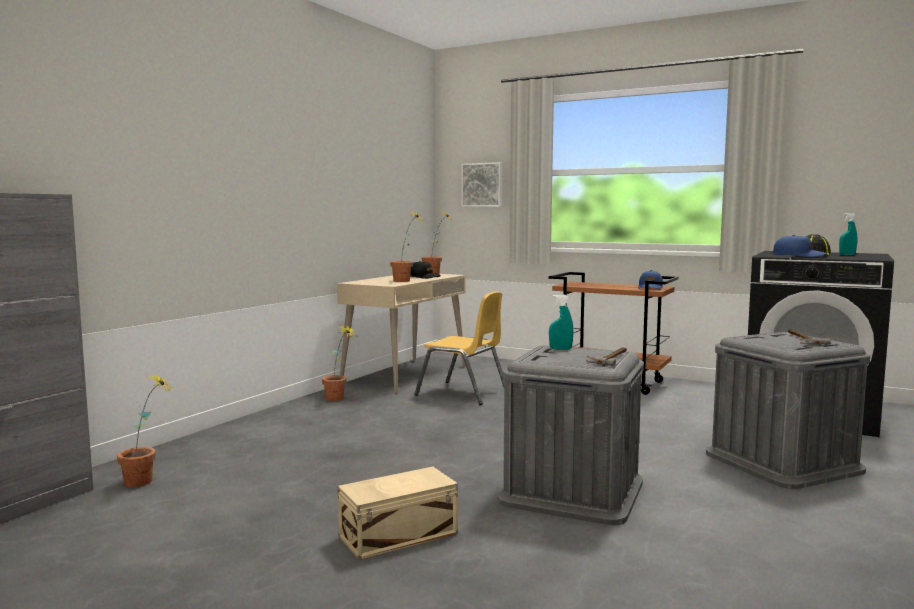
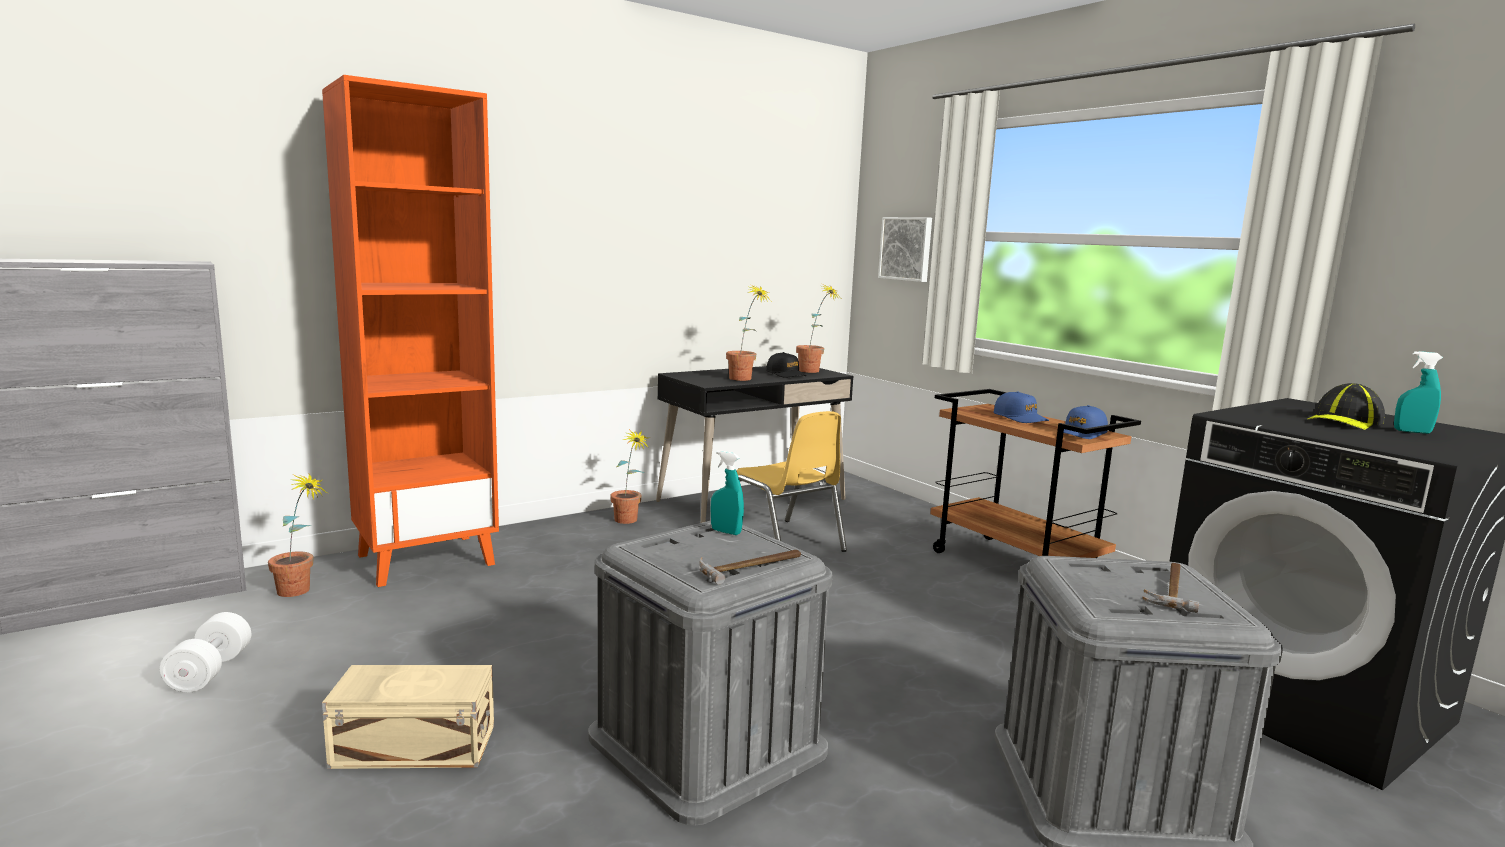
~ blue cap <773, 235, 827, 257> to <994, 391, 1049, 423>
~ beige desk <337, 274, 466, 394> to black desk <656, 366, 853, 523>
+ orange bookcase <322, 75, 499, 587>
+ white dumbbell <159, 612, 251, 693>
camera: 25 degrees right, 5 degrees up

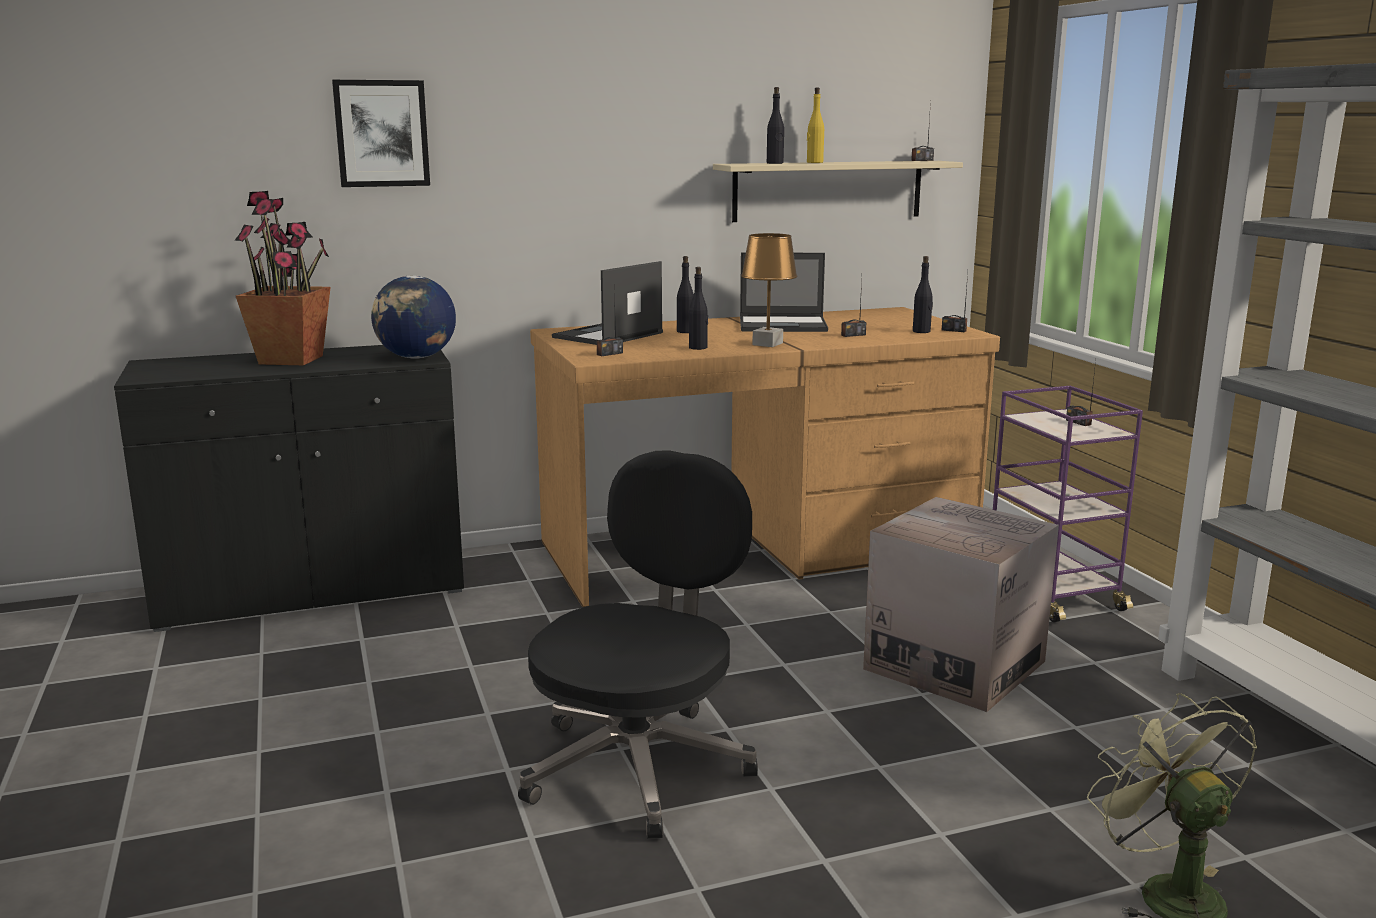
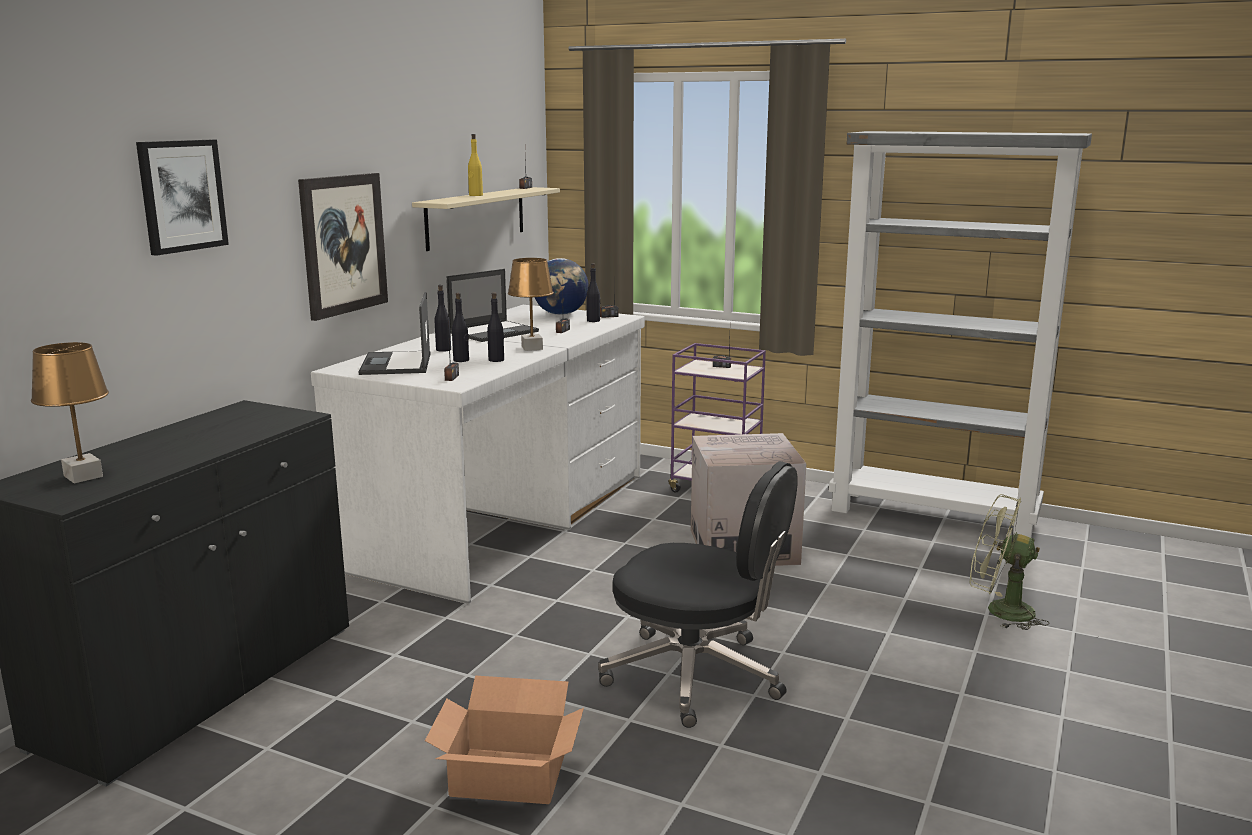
~ black bottle <767, 87, 784, 164> to <452, 293, 469, 362>
- potted plant <234, 191, 331, 365>
~ globe <371, 275, 456, 359> to <535, 258, 589, 315>
~ brown desk <530, 307, 1000, 607> to white desk <311, 305, 645, 604>
~ black office chair <518, 451, 758, 839> = <598, 461, 798, 728> 135 degrees clockwise
+ picture <298, 173, 388, 321>
+ brown table lamp <31, 342, 109, 483>
+ cardboard box <425, 675, 584, 804>
camera: 45 degrees left, 0 degrees up

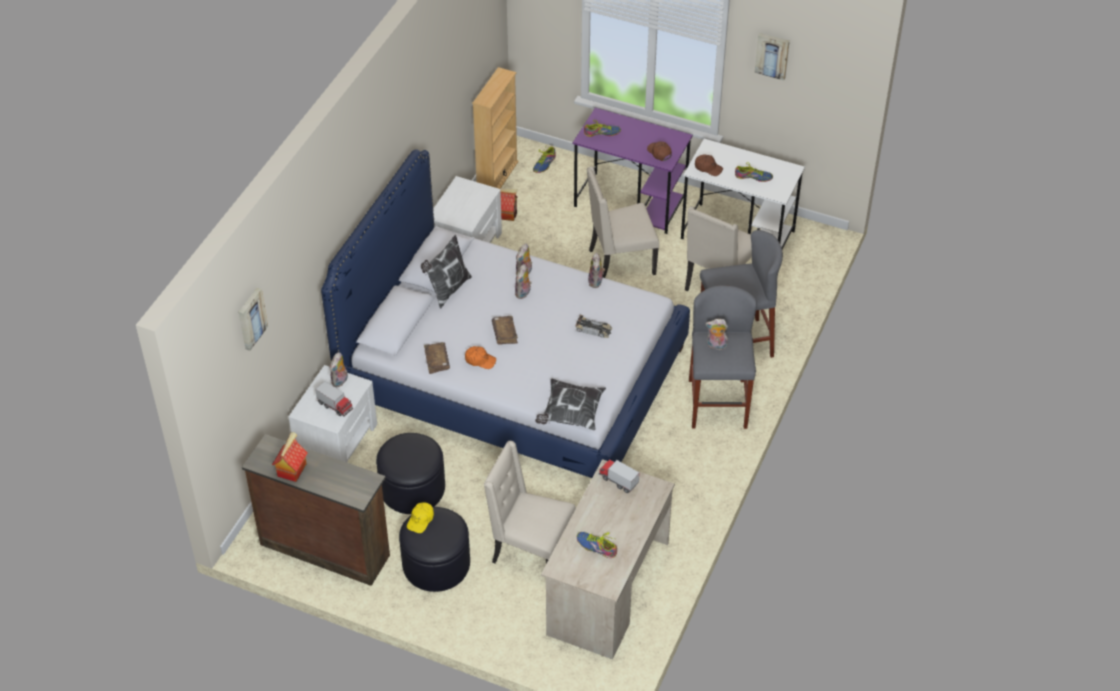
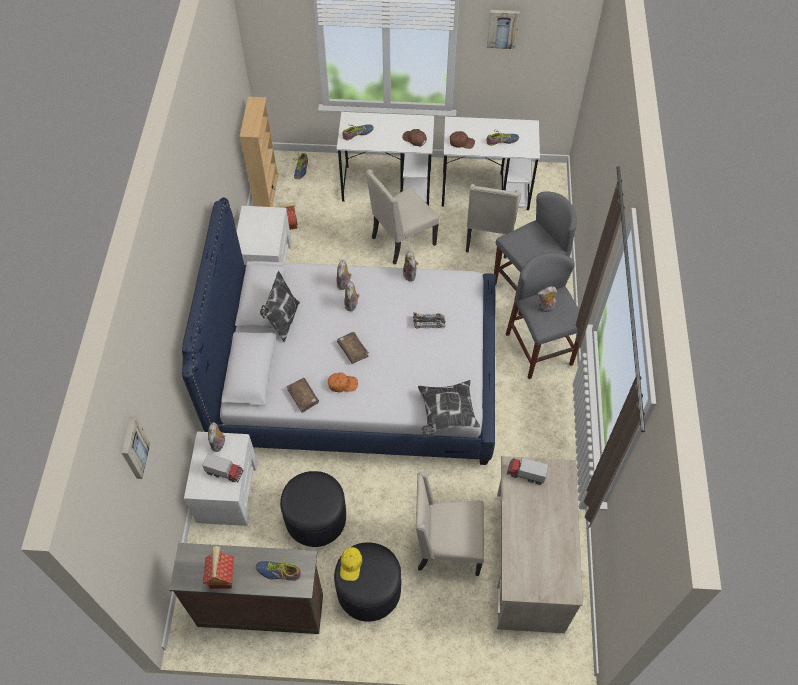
~ purple desk <573, 108, 693, 234> to white desk <336, 112, 434, 205>
~ shoe <577, 532, 617, 558> to <256, 556, 301, 581>
camera: 20 degrees left, 10 degrees up

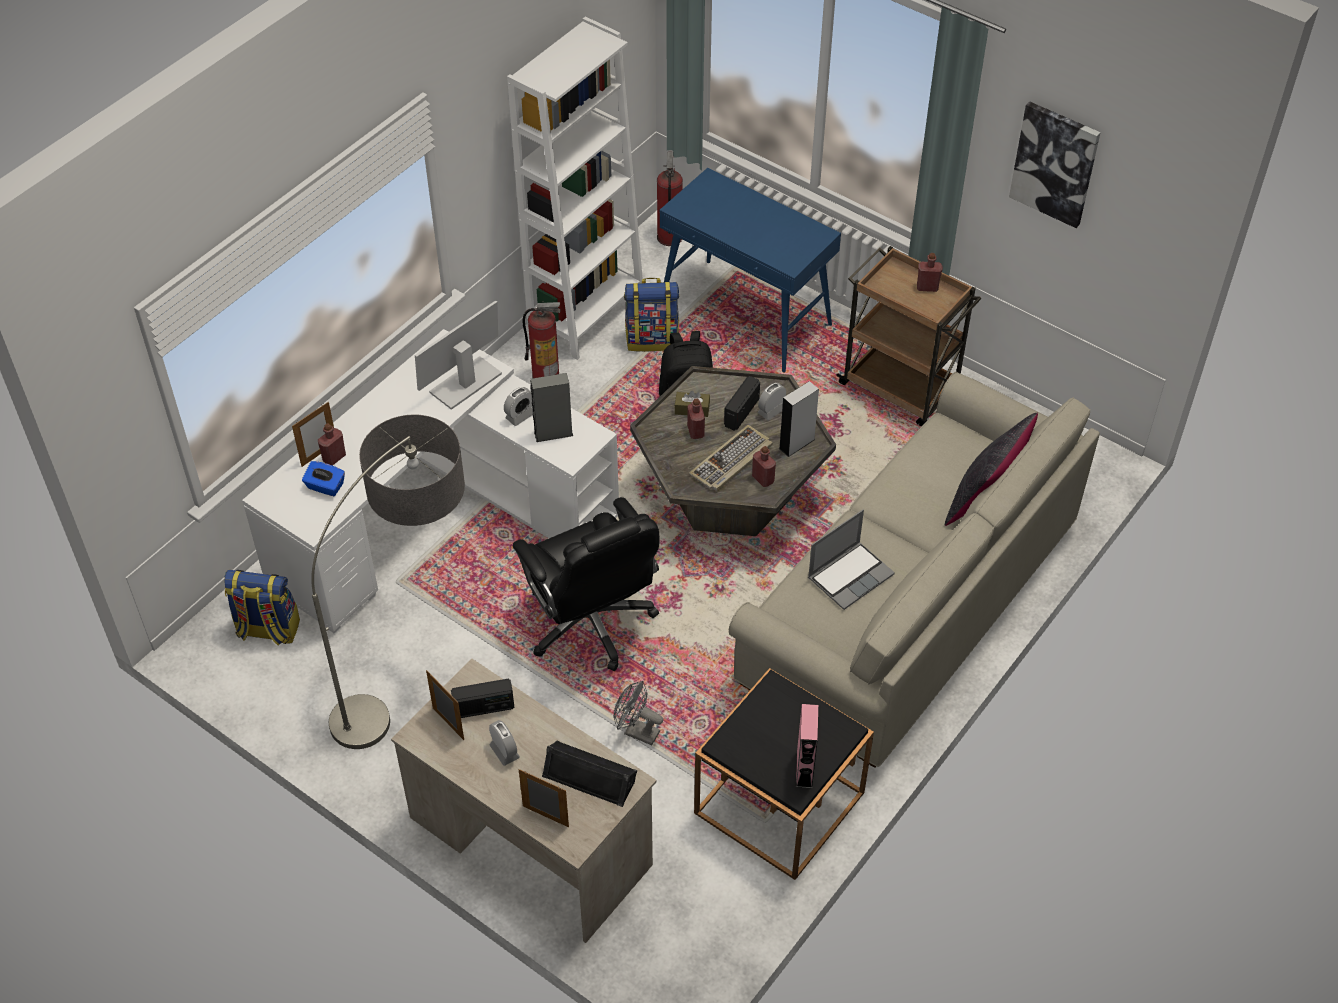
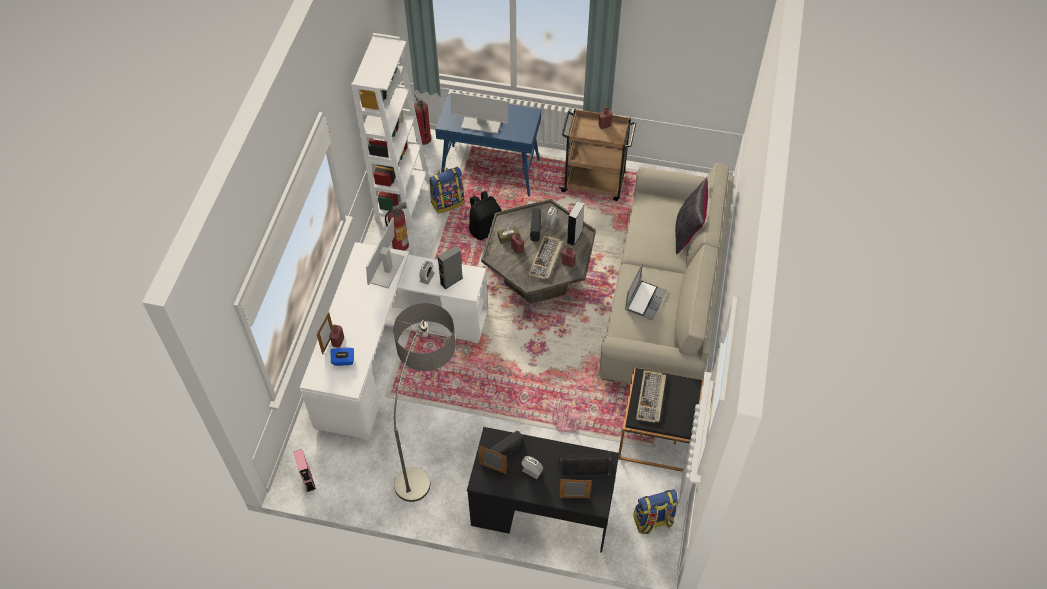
- picture <1009, 101, 1101, 228>
- black office chair <513, 497, 660, 671>
~ backpack <224, 570, 300, 645> to <633, 490, 678, 535>
~ beige desk <391, 659, 657, 943> to black desk <467, 427, 619, 553>
~ grey fan <613, 681, 663, 745> to pink fan <552, 400, 581, 432>
~ pink speaker <796, 704, 818, 788> to <294, 449, 316, 492>
+ monitor <450, 92, 508, 134>
+ keyboard <636, 370, 666, 423>
camera: 25 degrees left, 5 degrees up

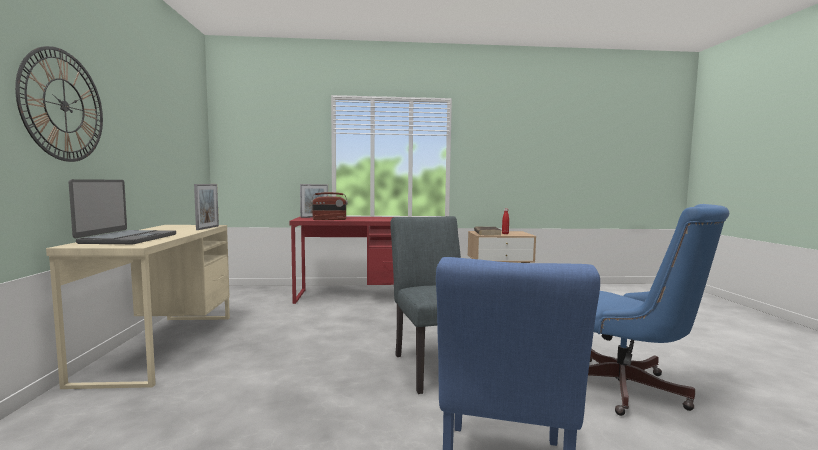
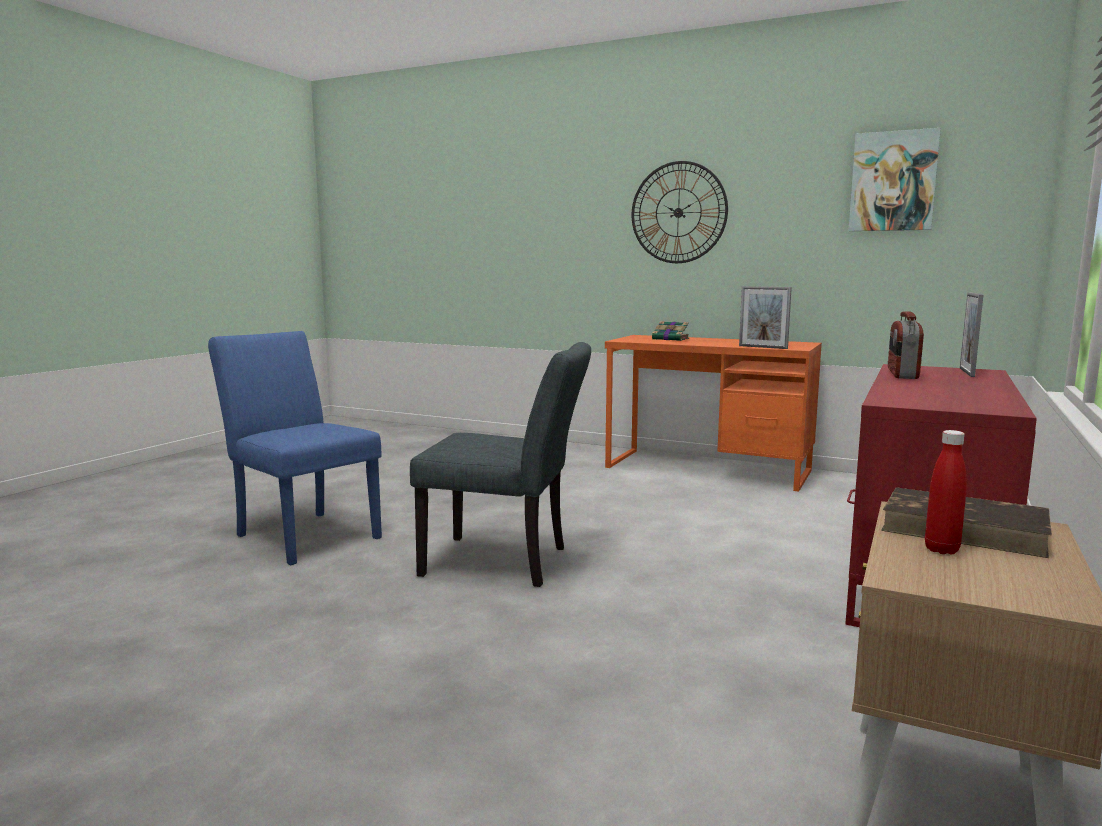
~ laptop <69, 179, 176, 244> to book <652, 321, 689, 341>
- blue office chair <588, 204, 730, 416>
~ beige desk <46, 225, 230, 389> to orange desk <605, 335, 822, 492>
+ picture <848, 128, 941, 231>
camera: 120 degrees right, 5 degrees up

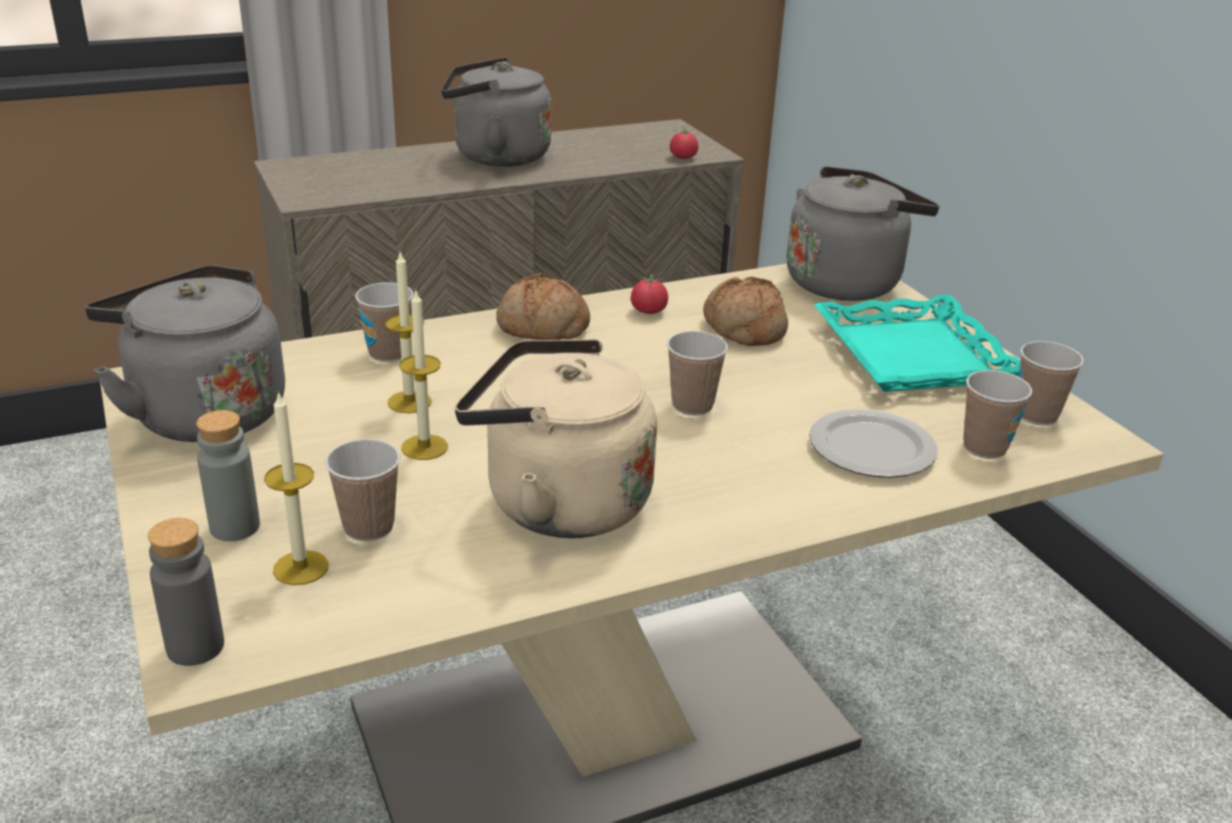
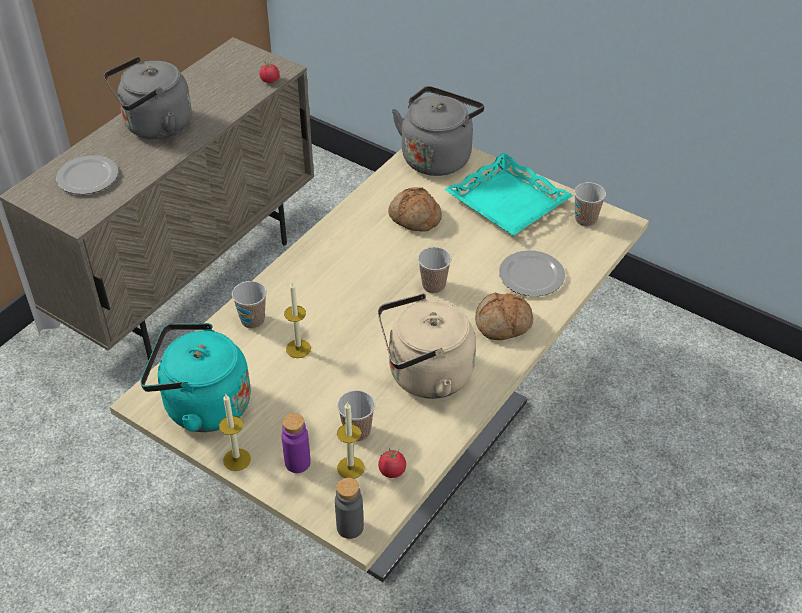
~ grey kettle <85, 265, 285, 442> to turquoise kettle <140, 323, 251, 432>
~ tomato <631, 271, 668, 314> to <378, 448, 406, 478>
~ bread <496, 273, 590, 340> to <475, 293, 533, 340>
~ candle <399, 291, 448, 460> to <219, 394, 251, 471>
- cup <963, 370, 1032, 459>
~ grey bottle <196, 410, 260, 541> to purple bottle <282, 413, 311, 473>
+ plate <56, 155, 118, 194>
camera: 30 degrees left, 15 degrees up

